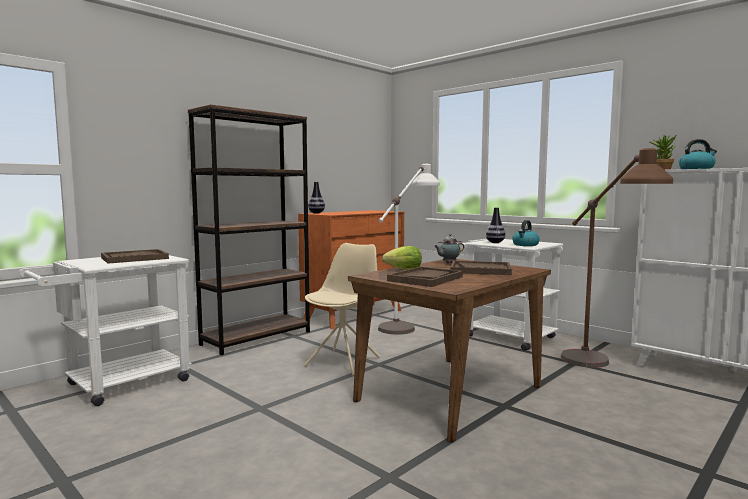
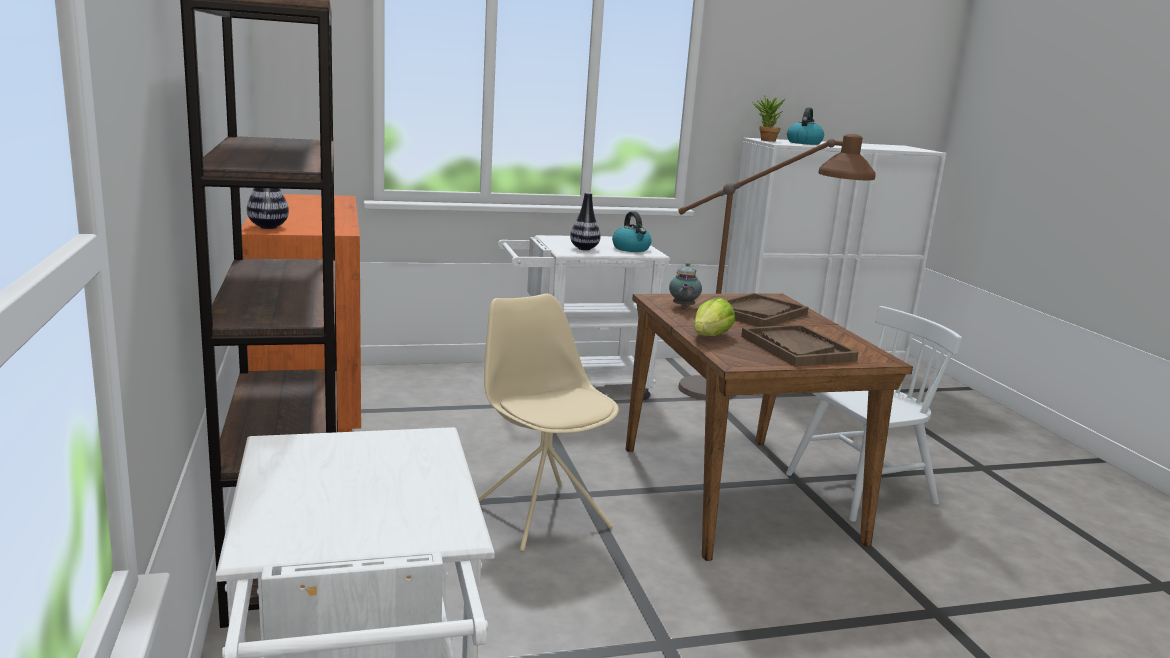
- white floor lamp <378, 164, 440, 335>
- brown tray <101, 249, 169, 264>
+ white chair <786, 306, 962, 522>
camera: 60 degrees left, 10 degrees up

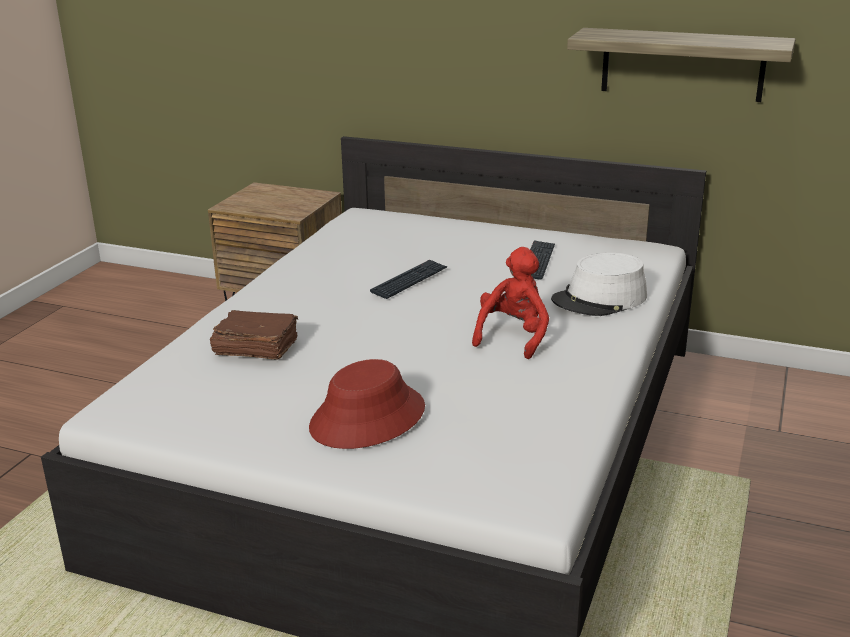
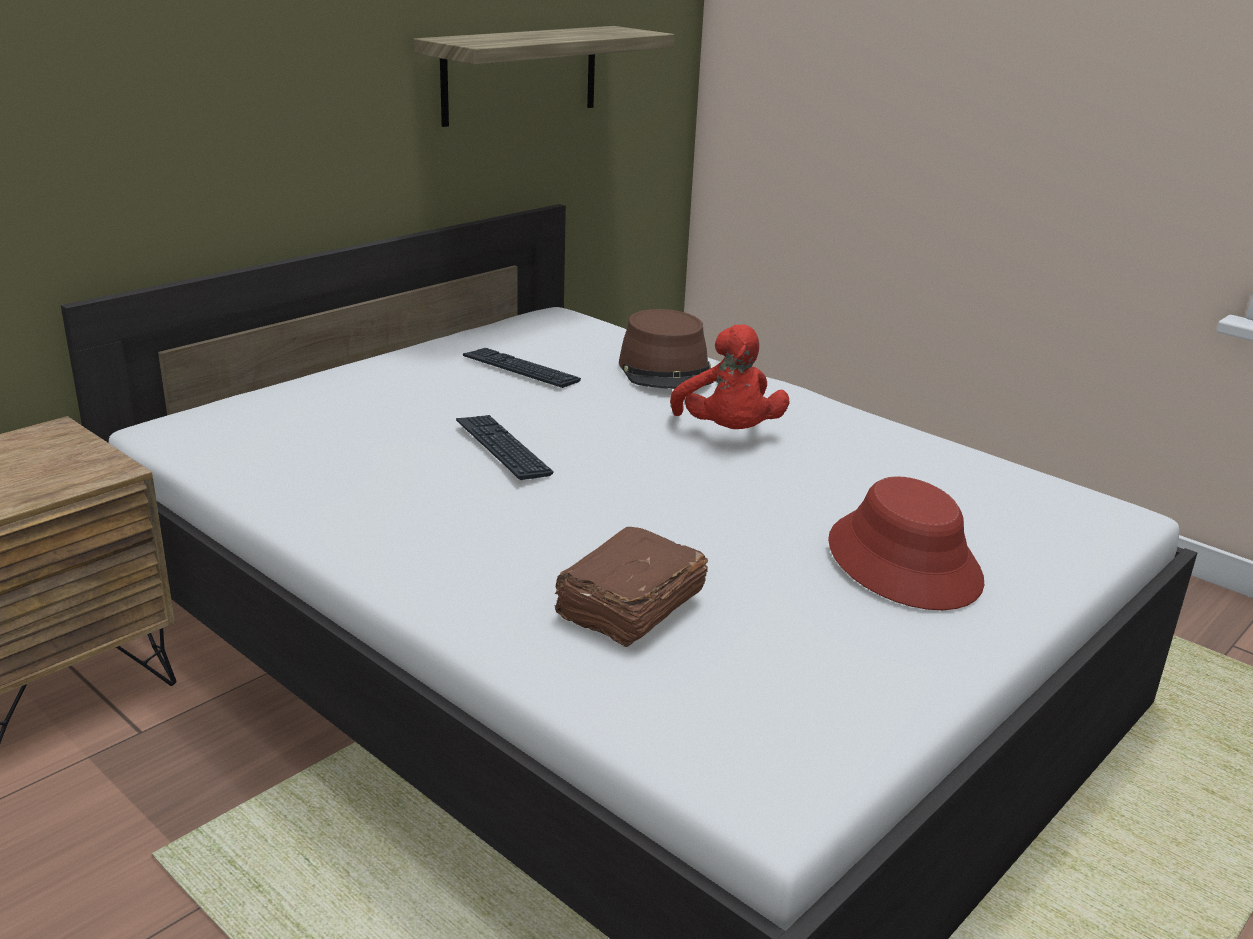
~ red plush toy <472, 247, 549, 359> = <670, 324, 790, 429> 150 degrees counterclockwise
~ white hat <551, 253, 647, 316> to brown hat <619, 309, 714, 389>
camera: 70 degrees left, 0 degrees up

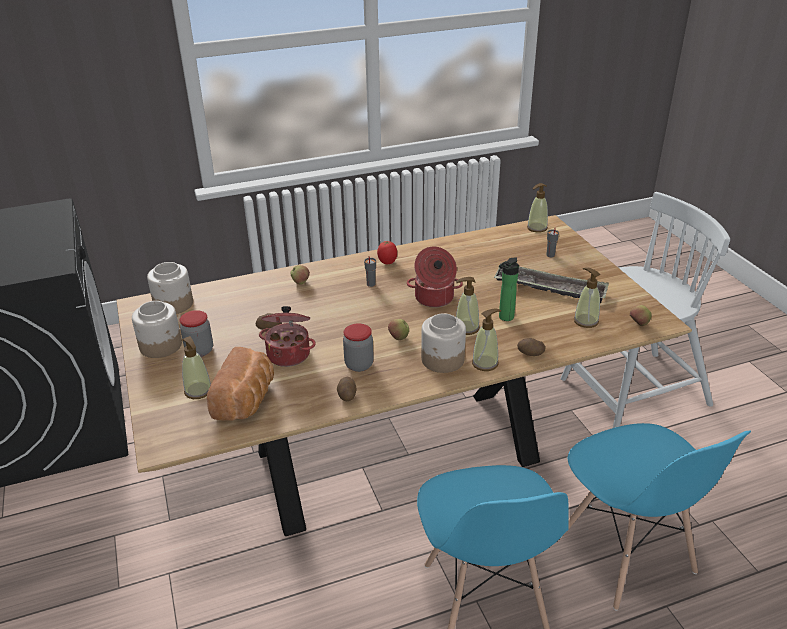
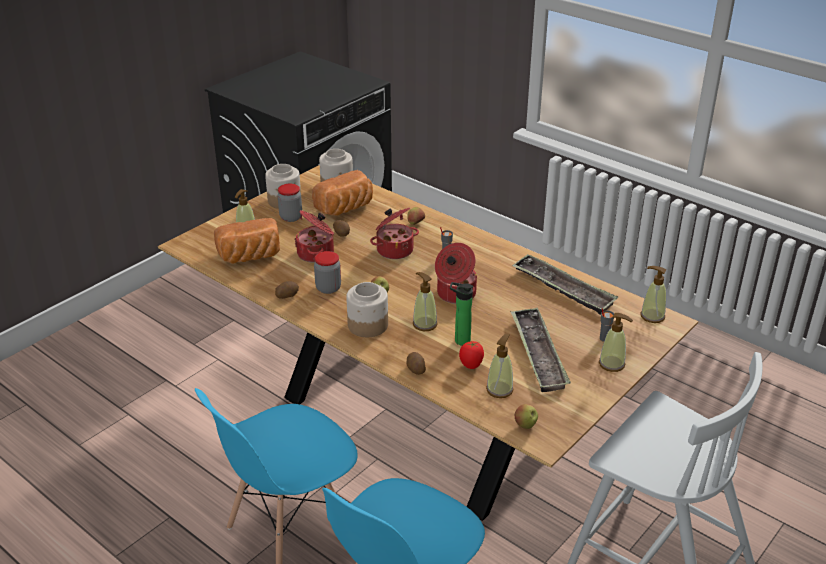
~ tomato <377, 241, 397, 264> to <459, 341, 484, 369>
~ soap dispenser <472, 308, 501, 371> to <599, 313, 633, 372>
+ bread <312, 170, 373, 216>
+ cooking pot <370, 208, 419, 259>
+ tray <512, 254, 618, 315>
camera: 60 degrees right, 0 degrees up

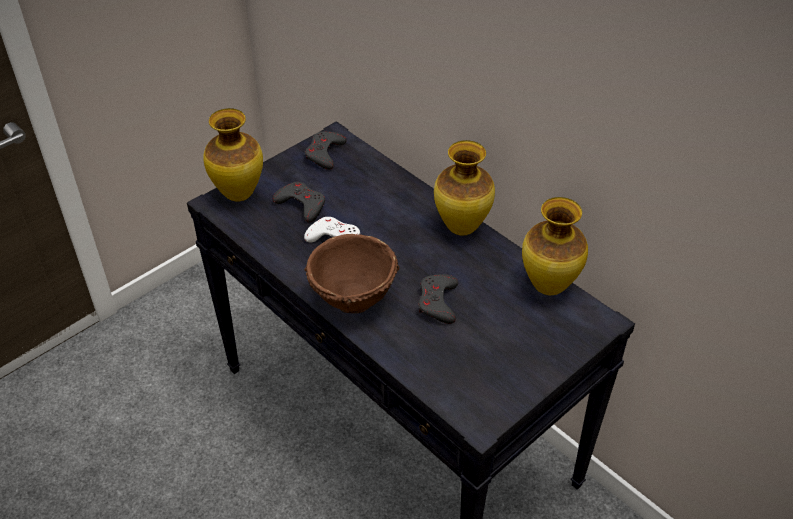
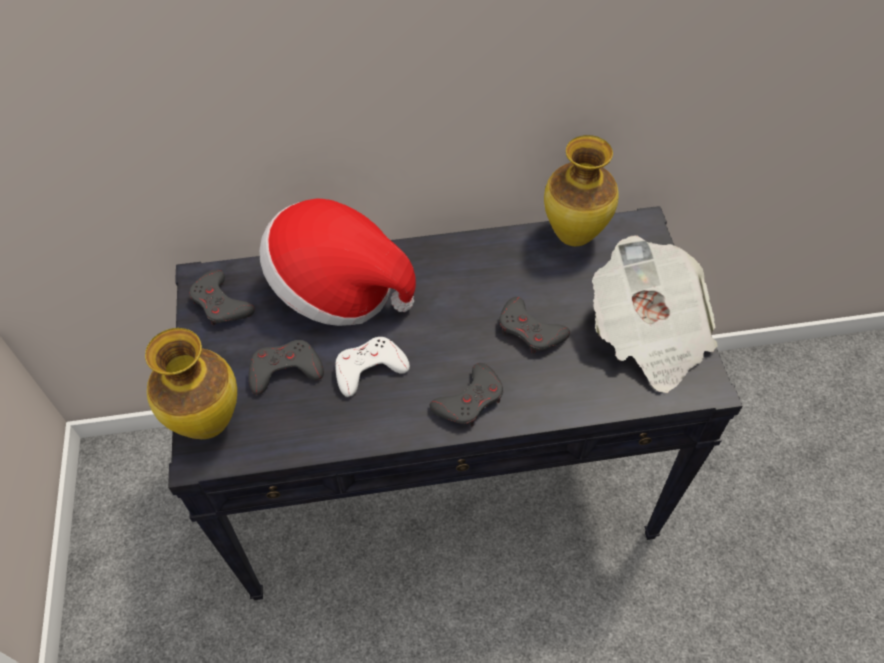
- vase <434, 140, 495, 236>
~ brown bowl <304, 234, 400, 313> to grey game controller <430, 363, 503, 427>
+ hat <259, 199, 416, 326>
+ newspaper <592, 235, 717, 393>
camera: 55 degrees left, 10 degrees up

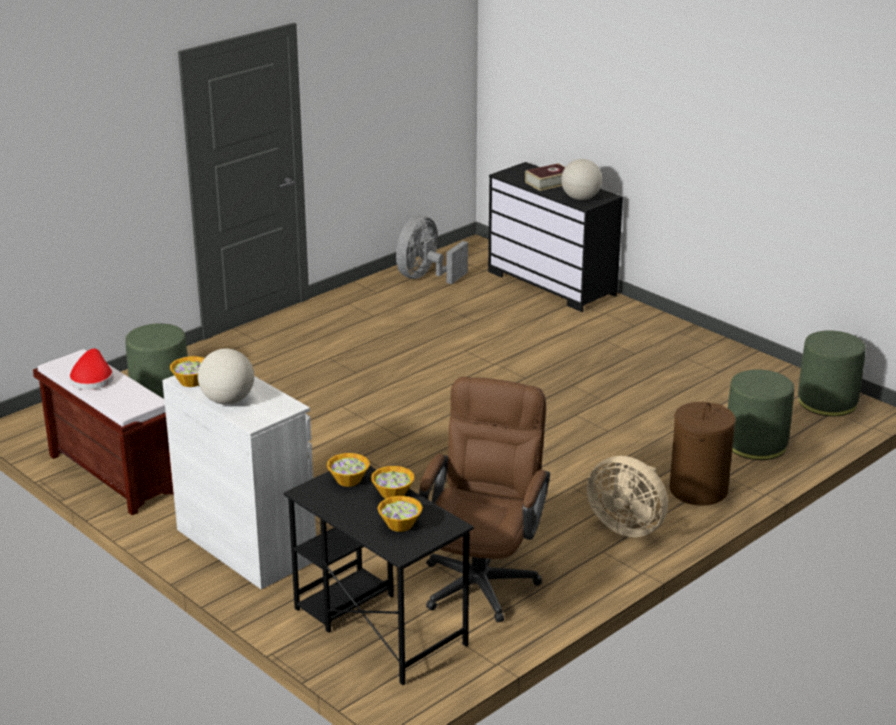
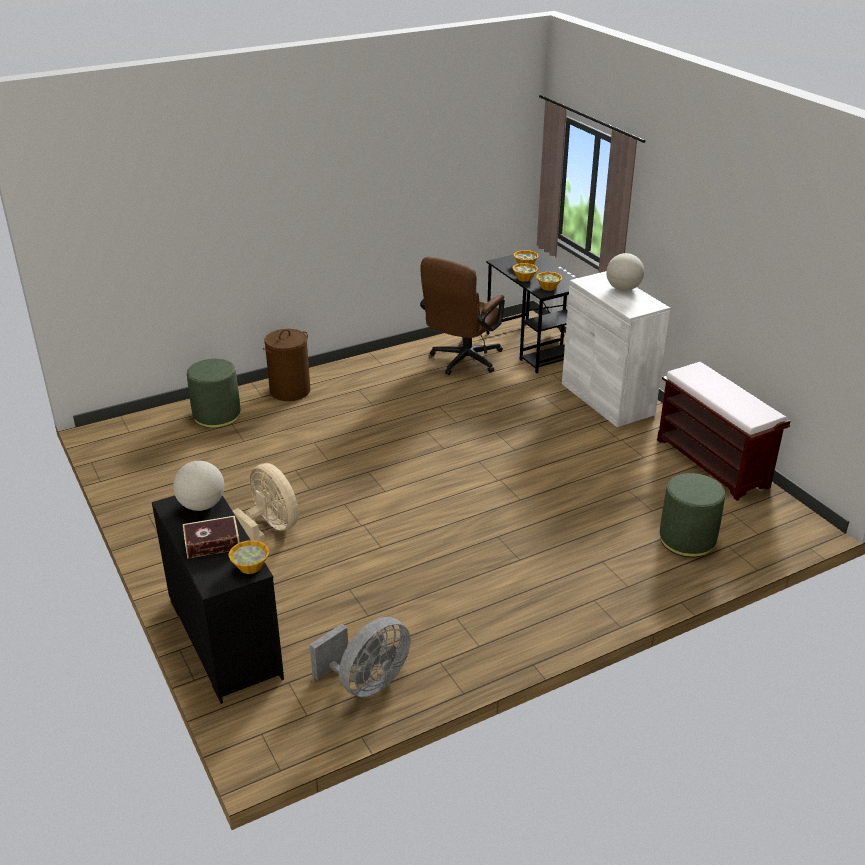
- green ottoman <798, 330, 866, 416>
- red hat <69, 348, 113, 390>
~ bowl <170, 356, 204, 387> to <228, 540, 269, 574>
~ beige fan <587, 456, 668, 537> to <233, 463, 299, 541>
camera: 165 degrees left, 5 degrees up

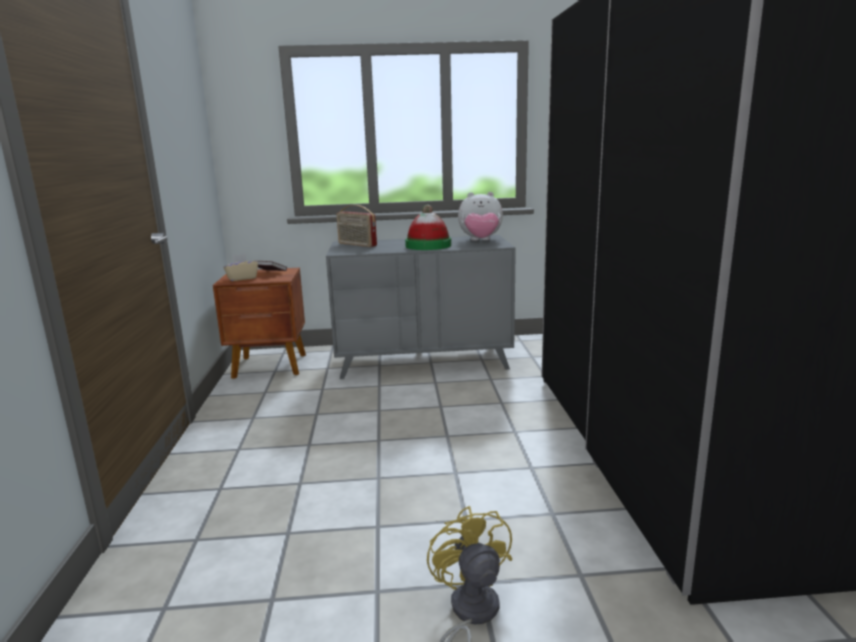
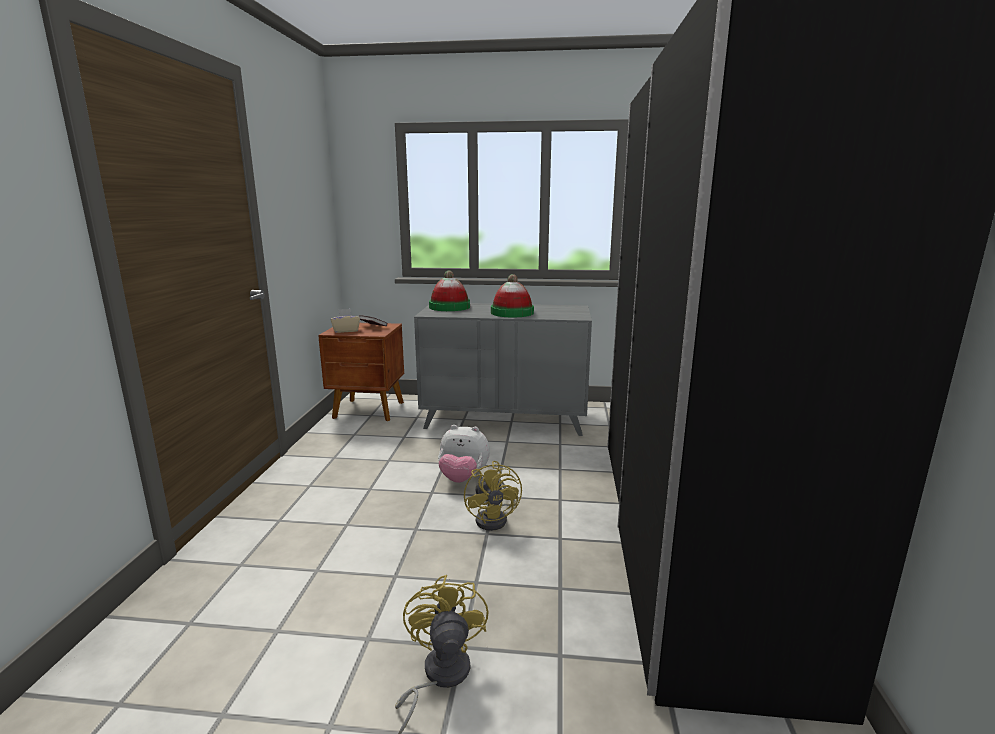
~ plush toy <458, 192, 503, 241> to <438, 425, 490, 483>
~ radio <337, 205, 377, 247> to hat <429, 270, 470, 311>
+ yellow fan <464, 461, 522, 531>
camera: 10 degrees right, 0 degrees up

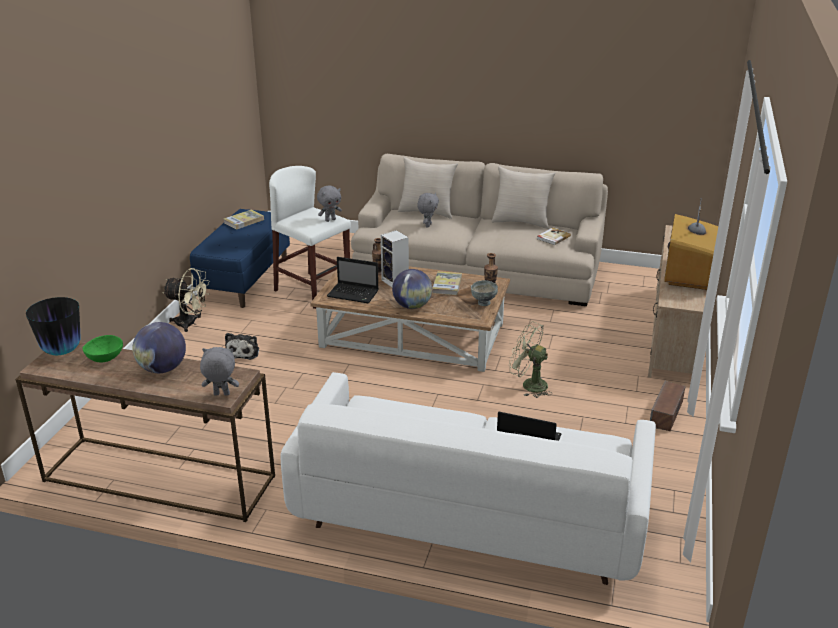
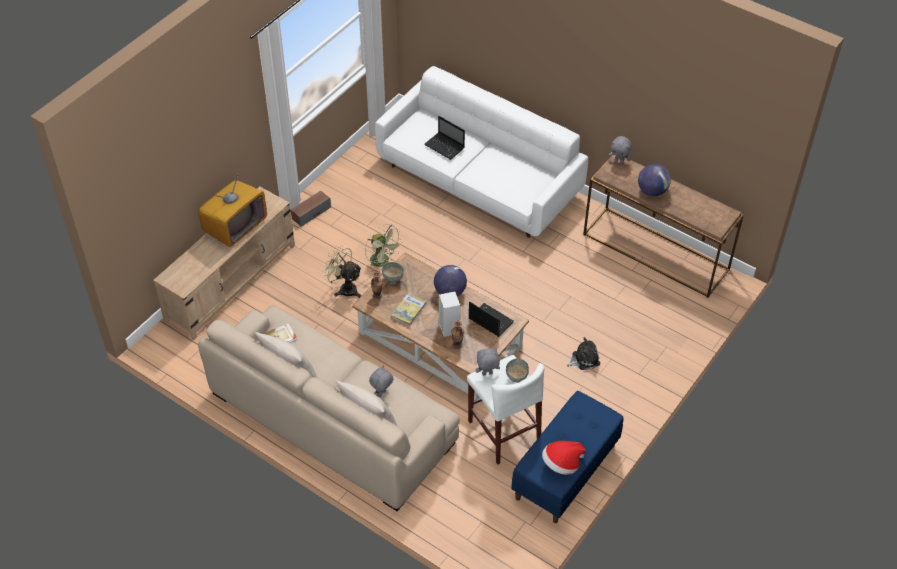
~ book <224, 210, 264, 230> to hat <542, 441, 586, 475>
~ beige fan <163, 268, 210, 332> to <321, 245, 362, 298>
- vase <26, 297, 80, 355>
~ plush toy <225, 333, 259, 360> = <567, 337, 600, 370> 45 degrees clockwise
- green bowl <83, 335, 123, 362>
+ grey bowl <506, 358, 529, 383>
camera: 160 degrees left, 20 degrees up

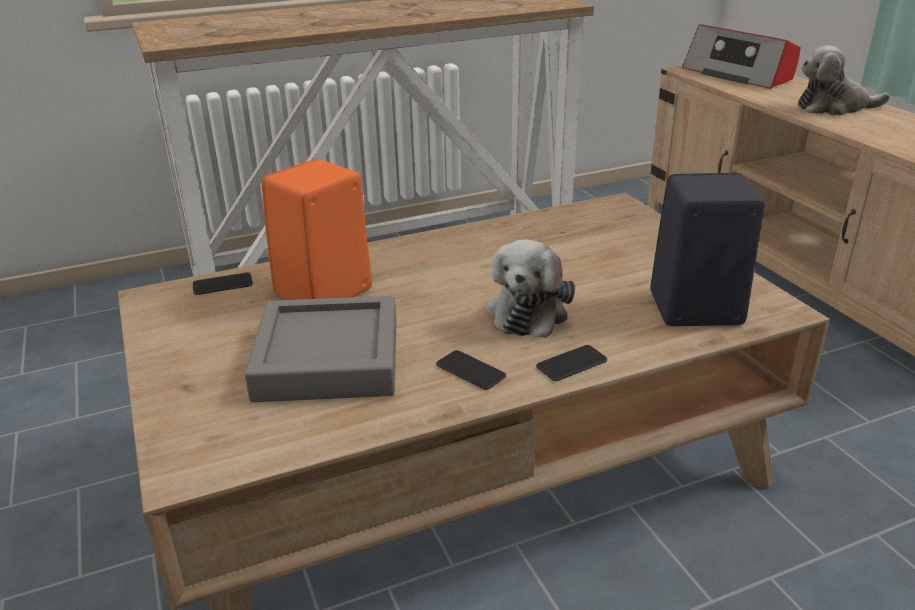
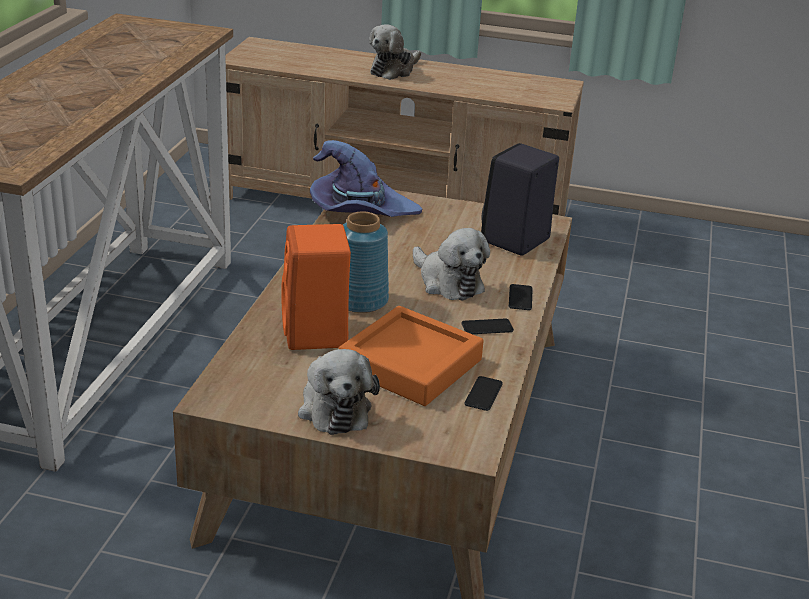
- radio <682, 24, 801, 89>
~ phone <193, 272, 253, 295> to <464, 376, 503, 411>
~ grey tray <245, 296, 397, 402> to orange tray <339, 306, 484, 406>
+ purple hat <310, 140, 422, 217>
+ blue vase <343, 211, 389, 313>
+ plush toy <298, 349, 380, 435>
camera: 55 degrees left, 0 degrees up

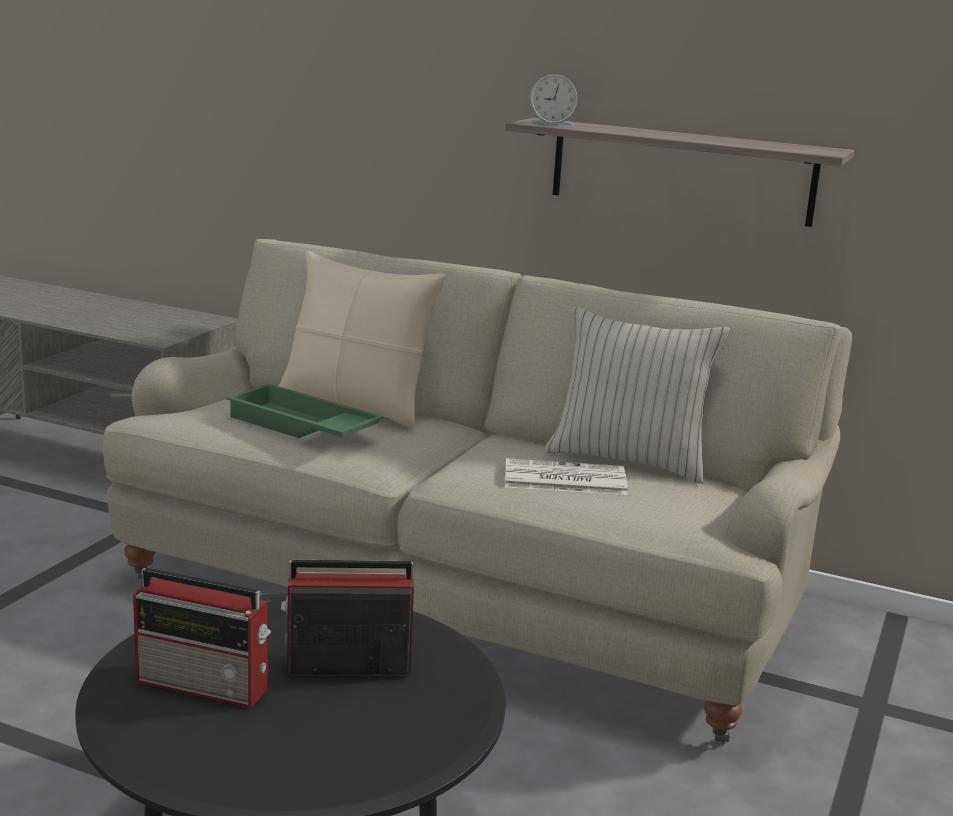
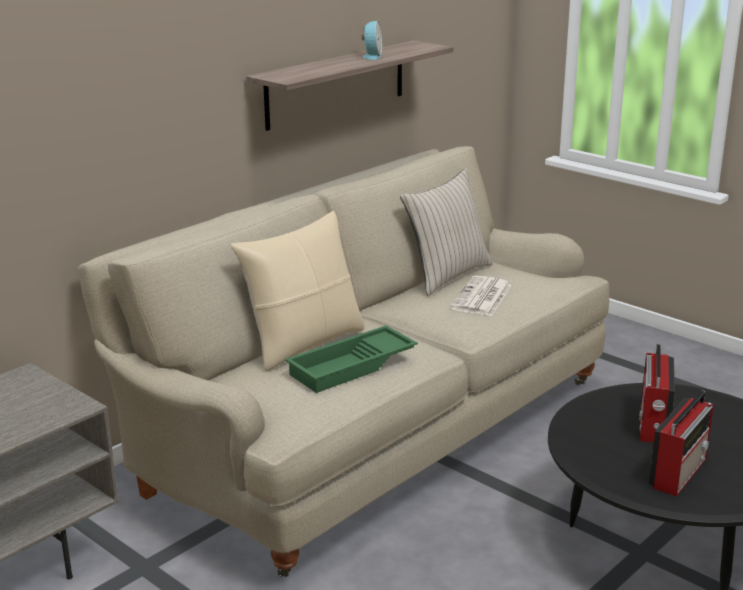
~ alarm clock <529, 75, 577, 126> to <362, 21, 382, 60>
camera: 70 degrees left, 5 degrees up

